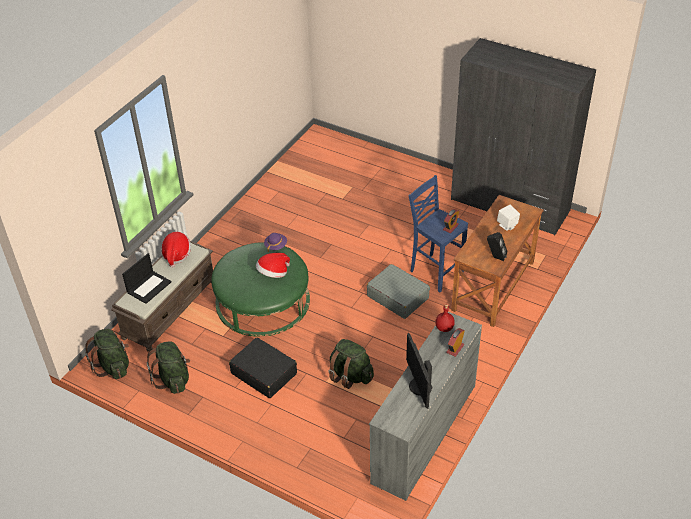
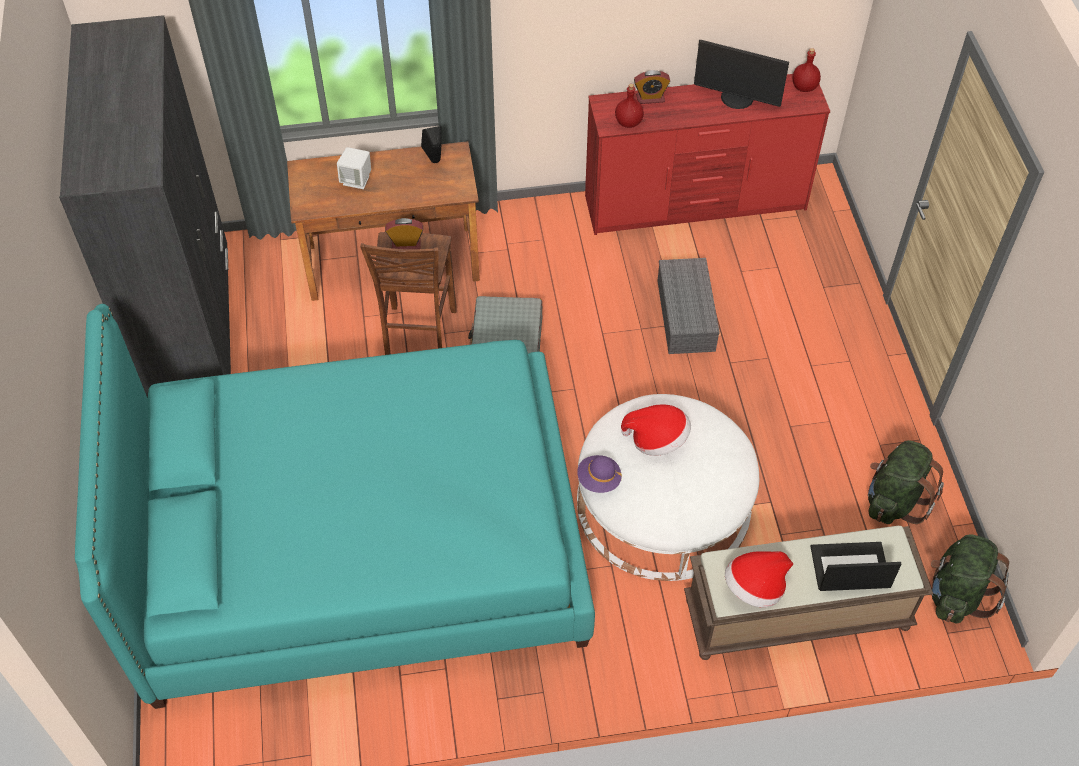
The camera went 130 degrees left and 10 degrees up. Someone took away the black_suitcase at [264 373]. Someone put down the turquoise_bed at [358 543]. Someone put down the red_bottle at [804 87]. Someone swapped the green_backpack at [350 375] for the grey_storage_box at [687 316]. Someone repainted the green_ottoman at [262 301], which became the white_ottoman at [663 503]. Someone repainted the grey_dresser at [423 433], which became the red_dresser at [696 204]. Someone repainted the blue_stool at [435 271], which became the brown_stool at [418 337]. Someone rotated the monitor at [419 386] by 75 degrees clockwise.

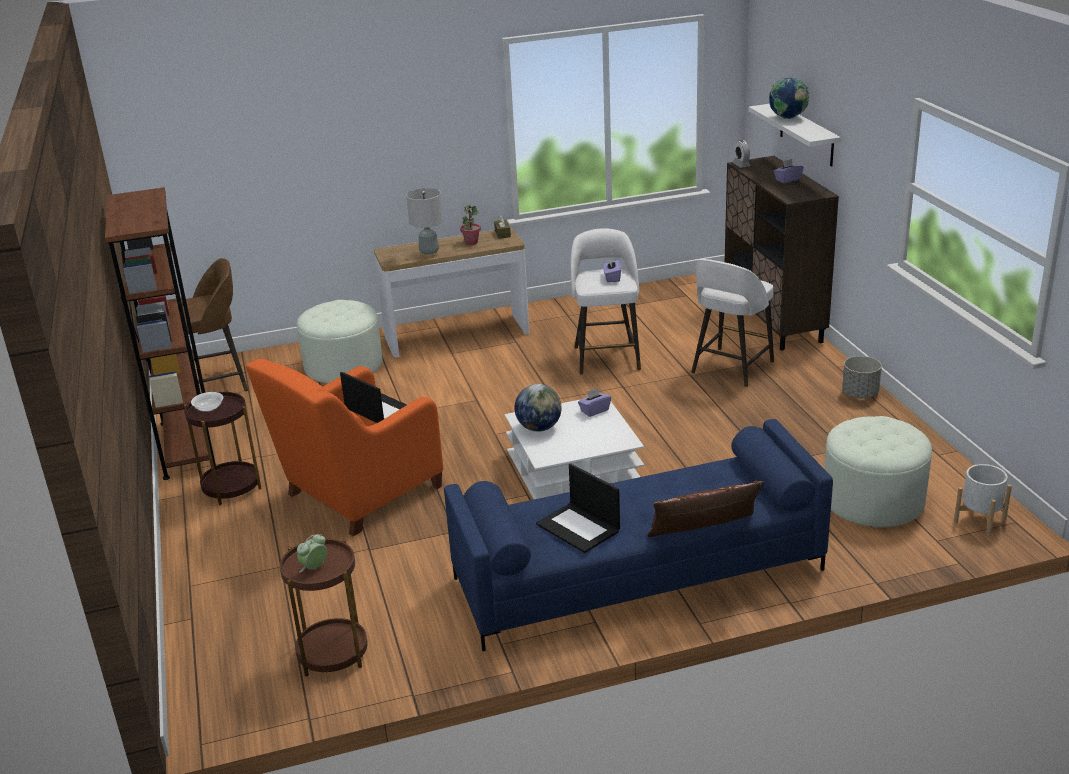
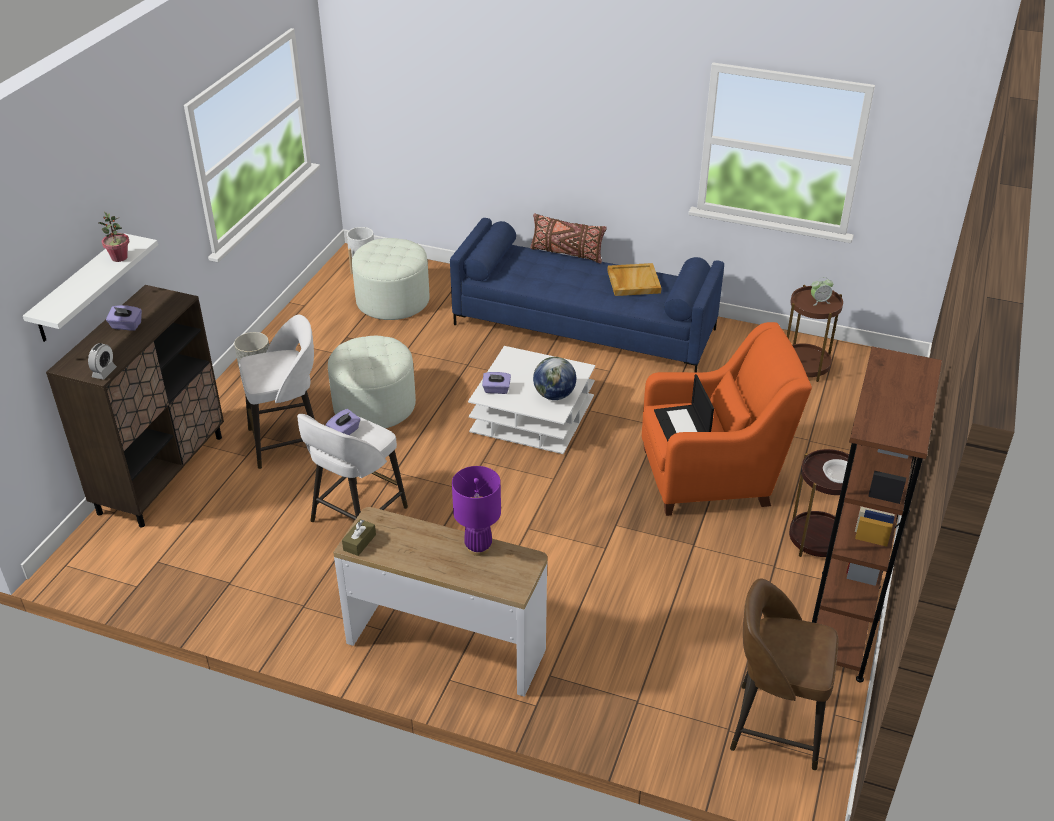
The camera went 145 degrees left and 10 degrees up. Someone took away the globe at [788 118]. Someone carried the white_ottoman from [343 366] to [374 405]. Someone carried the potted_plant from [471 242] to [119 258]. Someone swapped the laptop at [579 528] for the beige_tray at [633 281]. Someone repainted the grey_table_lamp at [429 254], which became the purple_table_lamp at [478 547].

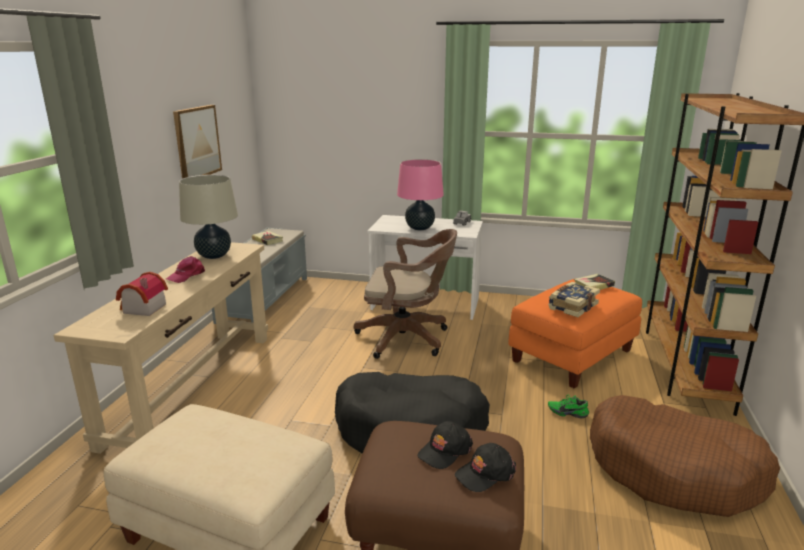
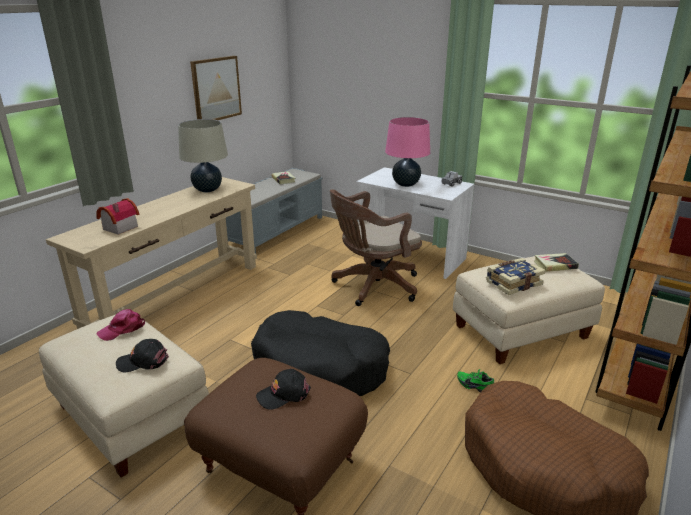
The camera went 20 degrees right and 5 degrees up. Someone carried the pink_cap from [187 275] to [122 329]. Someone carried the black_cap from [485 473] to [143 361]. Someone repainted the orange_ottoman at [571 355], which became the beige_ottoman at [521 331]. Someone rotated the brown_office_chair at [407 339] by 120 degrees clockwise.

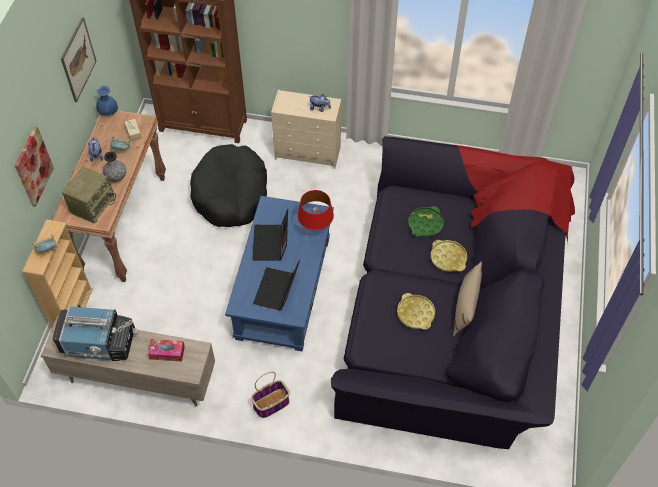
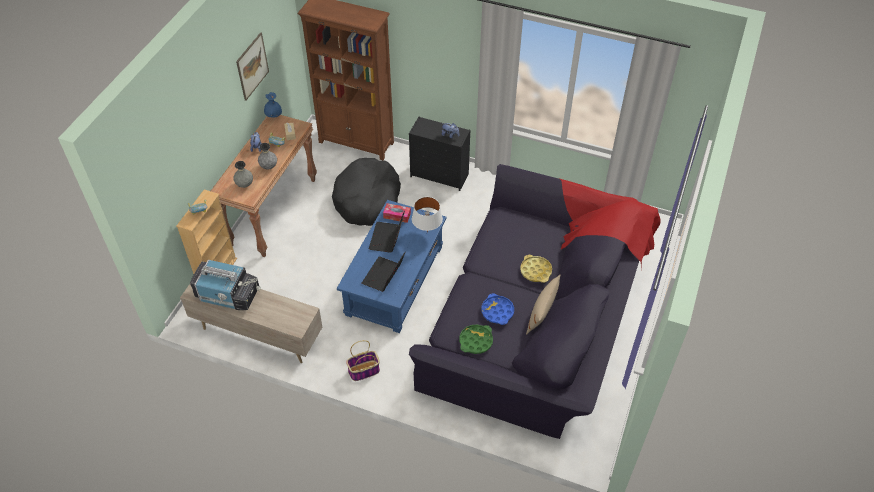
The camera went 10 degrees right and 5 degrees down. Someone took away the picture at [33 166]. Someone carried the tissue_box from [167 352] to [397 215]. Someone carried the green_tray from [425 224] to [476 341]. Someone swapped the radio at [92 205] for the grey_vase at [245 185]. Someone repainted the beige_dresser at [308 153], which became the black_dresser at [440 175]. Someone repainted the red_table_lamp at [315 229], which became the white_table_lamp at [427 232]. Someone repainted the yellow_tray at [415 313], which became the blue_tray at [497 311].

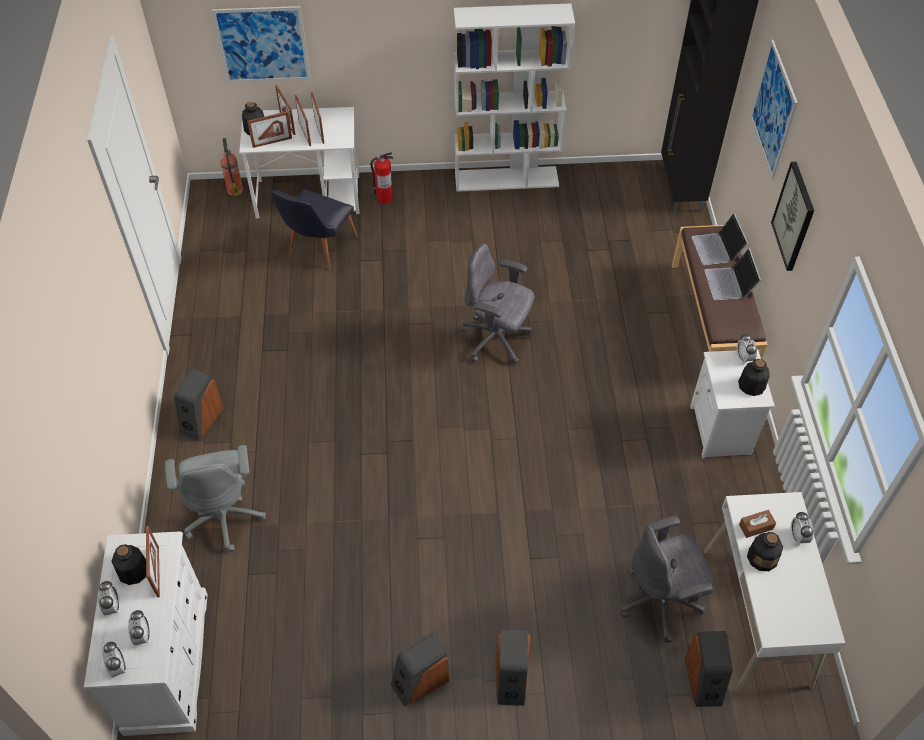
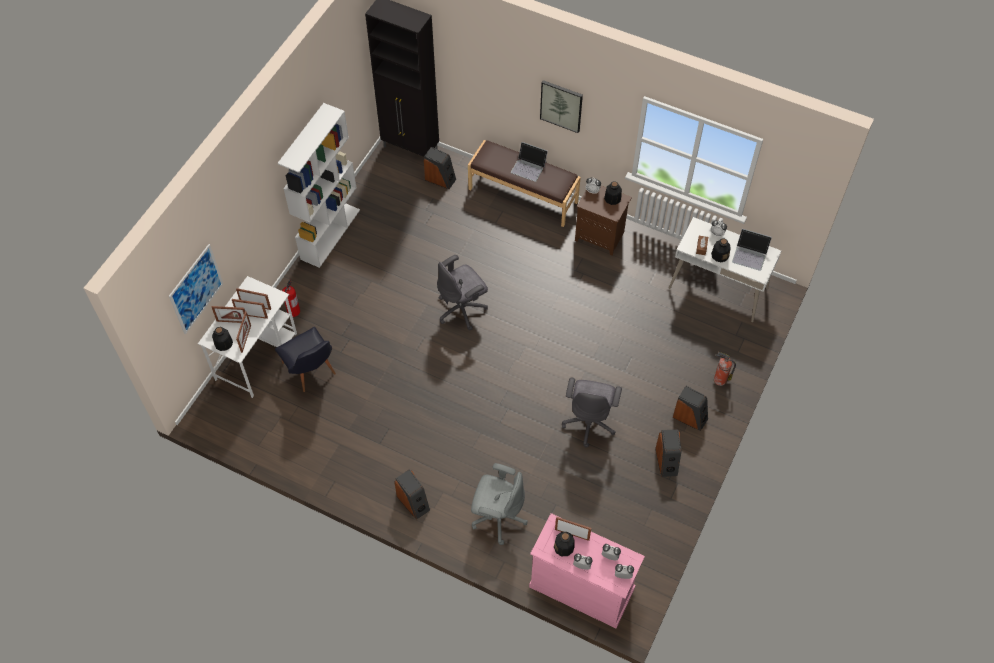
The camera went 60 degrees left and 5 degrees up. Someone took away the picture at [773 110]. Someone carried the fire_extinguisher from [235 189] to [719 379]. Someone carried the grey_office_chair from [661 601] to [589 422]. Someone carried the speaker from [704 680] to [440 179]. Someone carried the laptop from [717 248] to [750 255]. Someone repainted the white_dresser at [167 661], which became the pink_dresser at [581 587]. Someone repainted the white_nightstand at [721 431], which became the brown_nightstand at [601 236].

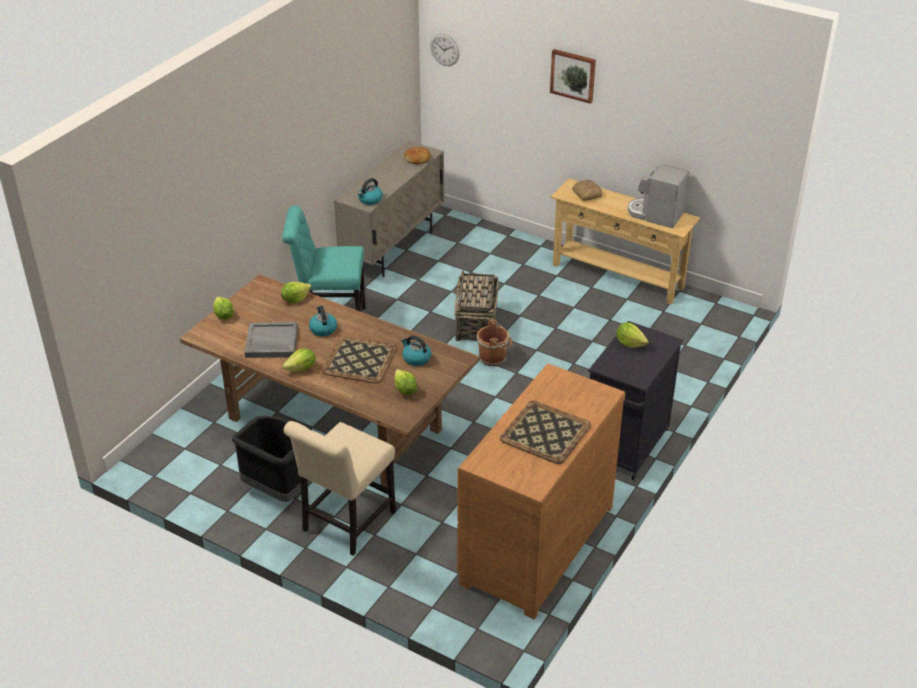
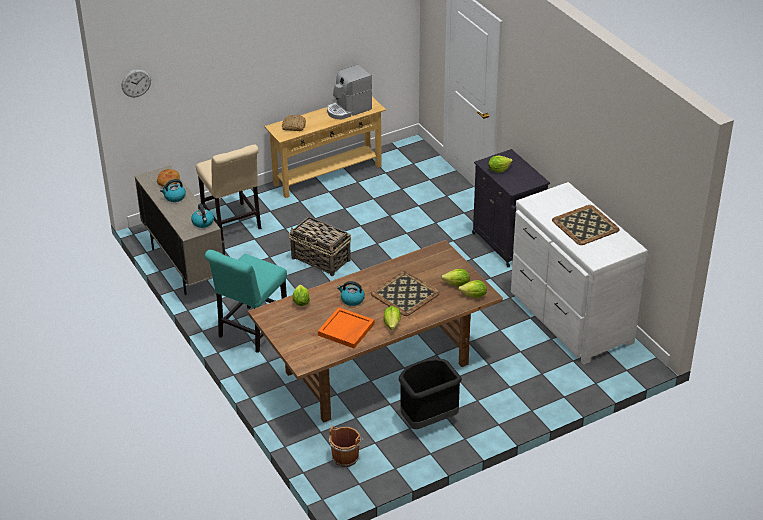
The camera went 60 degrees left and 0 degrees up. Someone took away the picture at [573 75]. Someone carried the lettuce from [223 315] to [474 296]. Someone carried the beige_chair from [345 524] to [233 224]. Someone carried the kettle from [416 358] to [174 197]. Someone carried the brown_bucket from [494 358] to [346 456]. Someone repainted the grey_tray at [271 342], which became the orange_tray at [346 330]. Someone repainted the brown_dresser at [534 543], which became the white_dresser at [569 318].

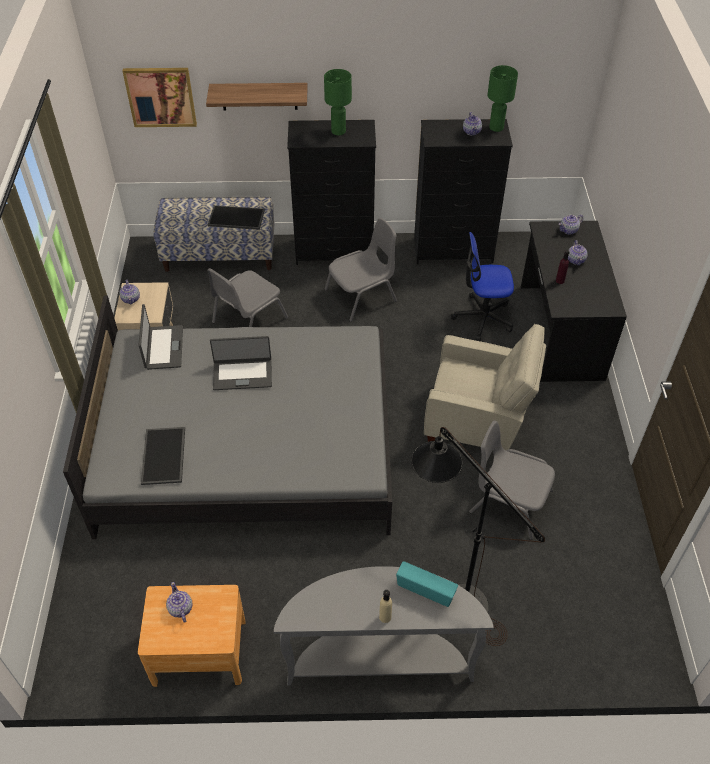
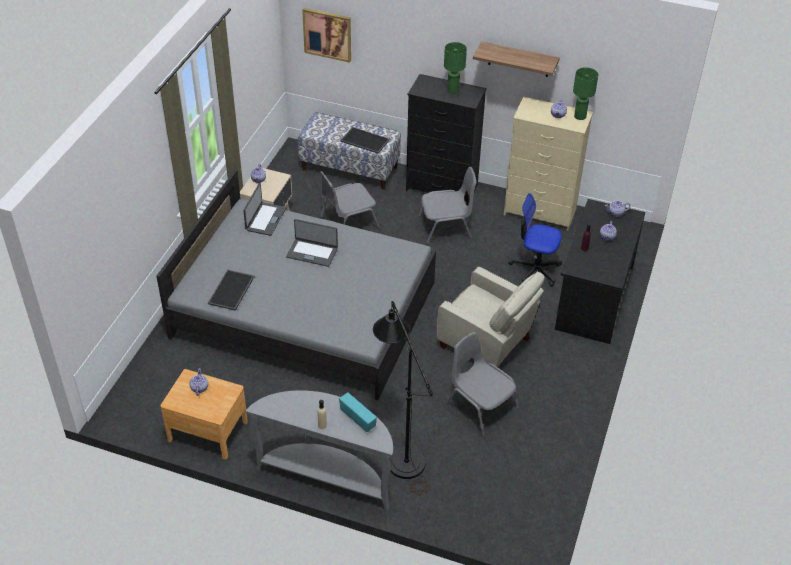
The camera went 20 degrees right and 5 degrees down. Someone carried the shelf from [259 96] to [519 59]. Someone repainted the black_dresser at [454 250], which became the beige_dresser at [540 212].

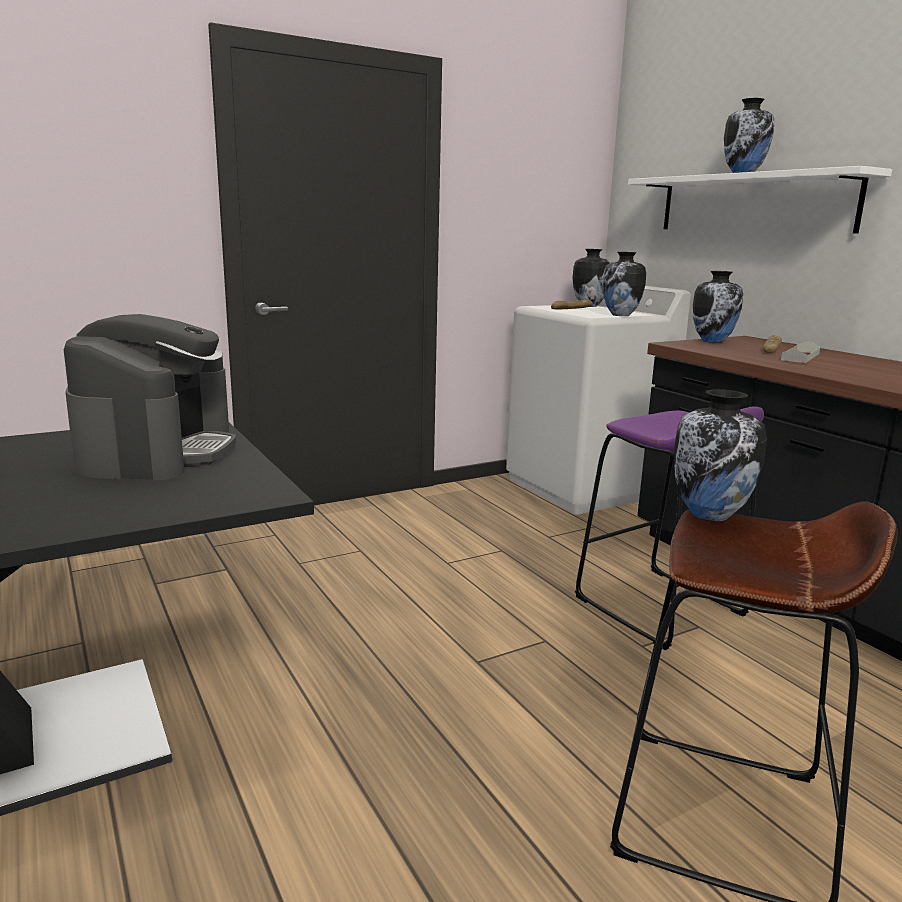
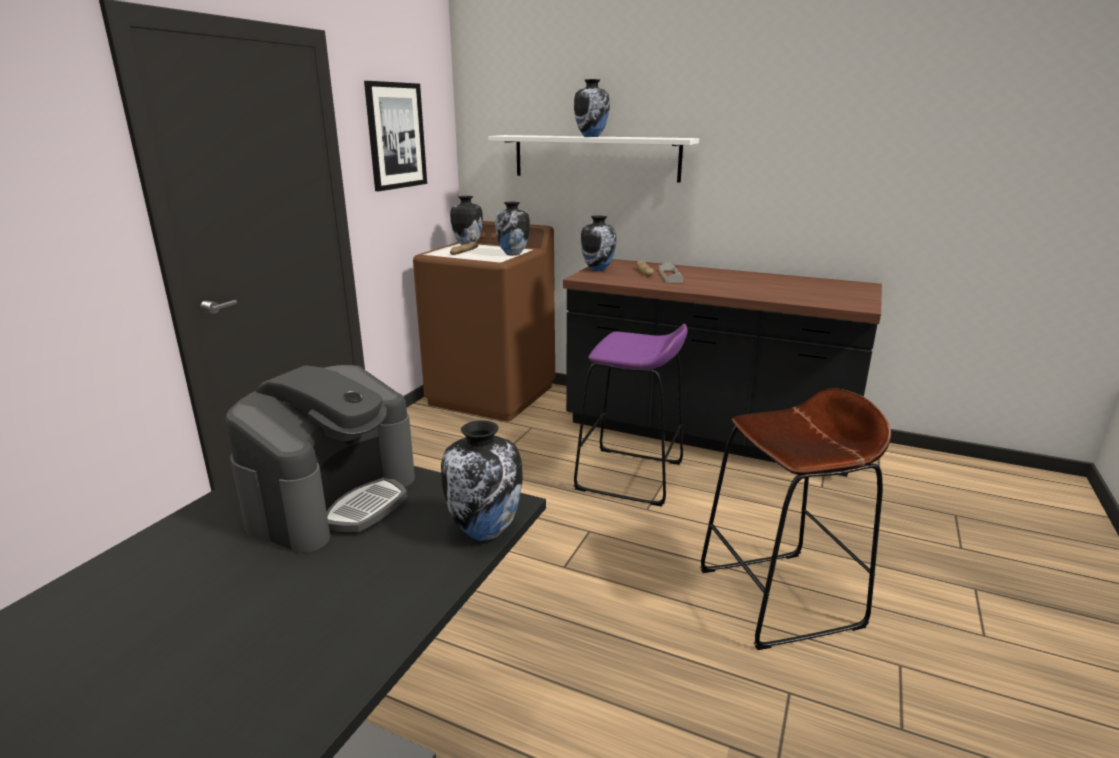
The camera went 35 degrees left and 5 degrees up. Someone put up the picture at [396 136]. Someone carried the vase from [710 515] to [485 532]. Someone repainted the white_washing_machine at [585 487], which became the brown_washing_machine at [492 395]. Someone rotated the coffee_machine at [159 452] by 60 degrees clockwise.

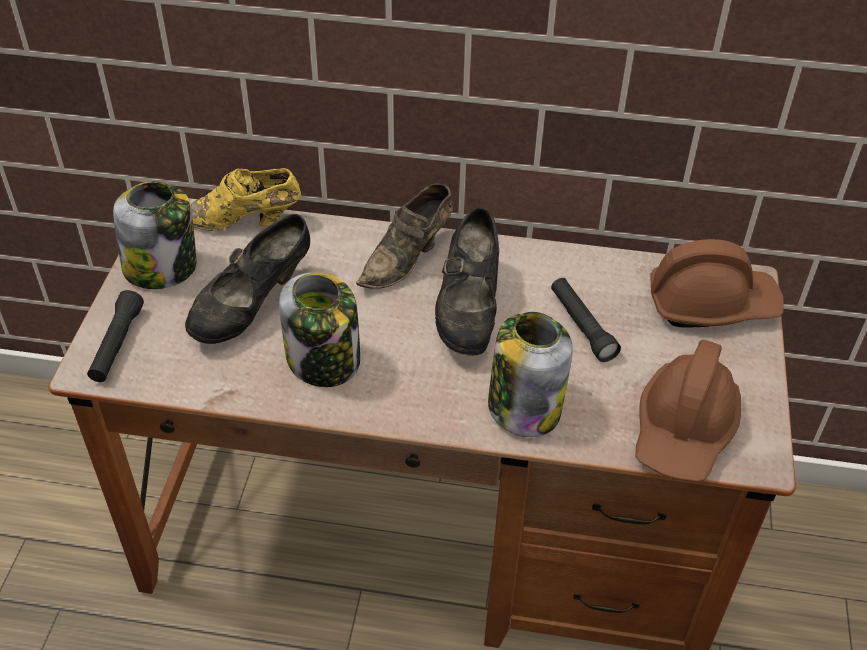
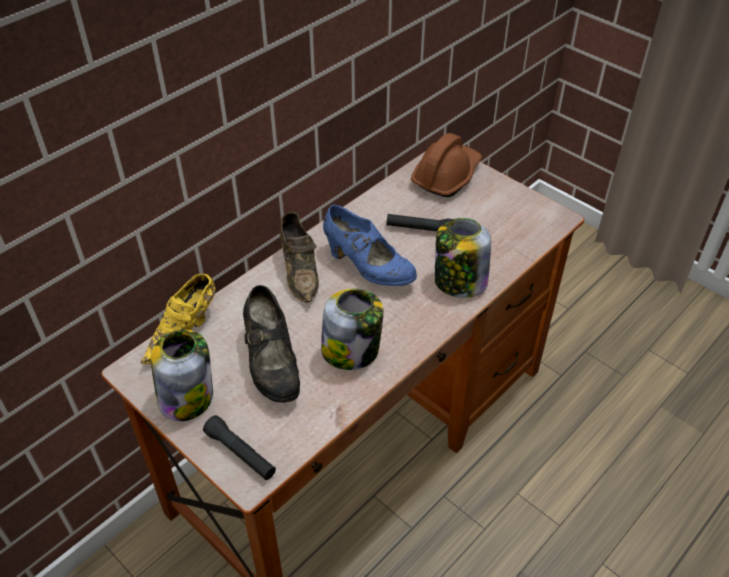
The camera went 55 degrees left and 0 degrees up. Someone took away the brown_hard_hat at [684 430]. Someone repainted the black_shoe at [468 311], which became the blue_shoe at [368 268].

